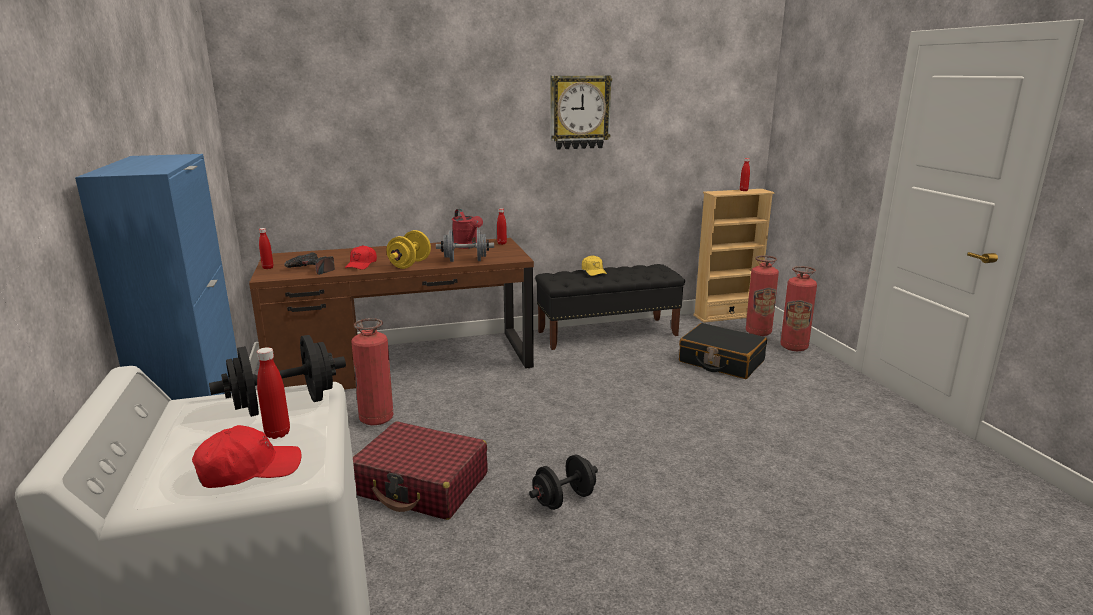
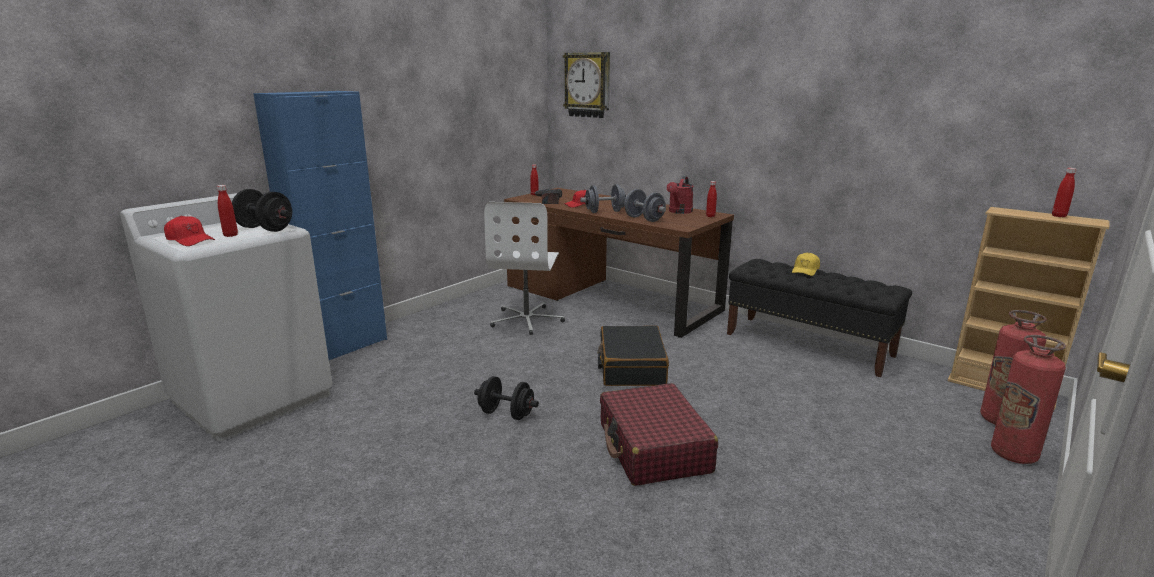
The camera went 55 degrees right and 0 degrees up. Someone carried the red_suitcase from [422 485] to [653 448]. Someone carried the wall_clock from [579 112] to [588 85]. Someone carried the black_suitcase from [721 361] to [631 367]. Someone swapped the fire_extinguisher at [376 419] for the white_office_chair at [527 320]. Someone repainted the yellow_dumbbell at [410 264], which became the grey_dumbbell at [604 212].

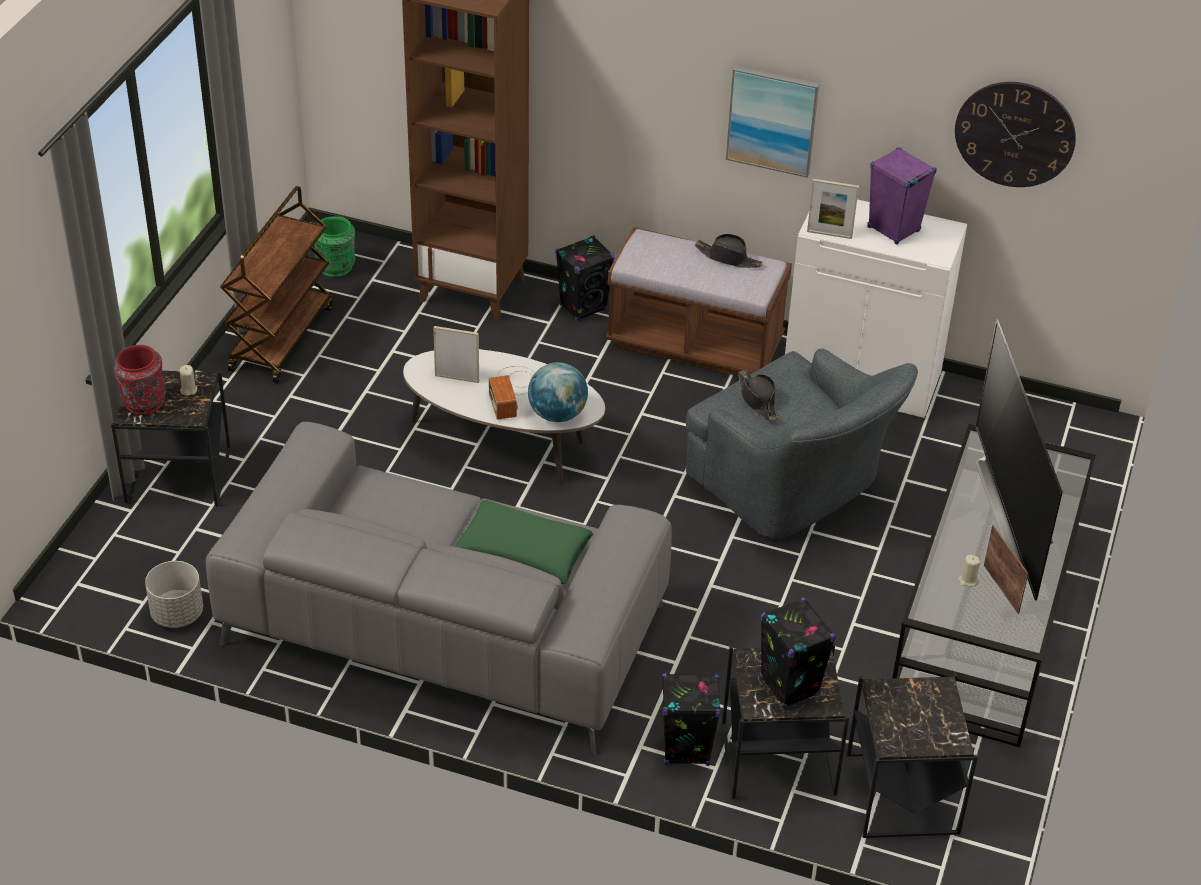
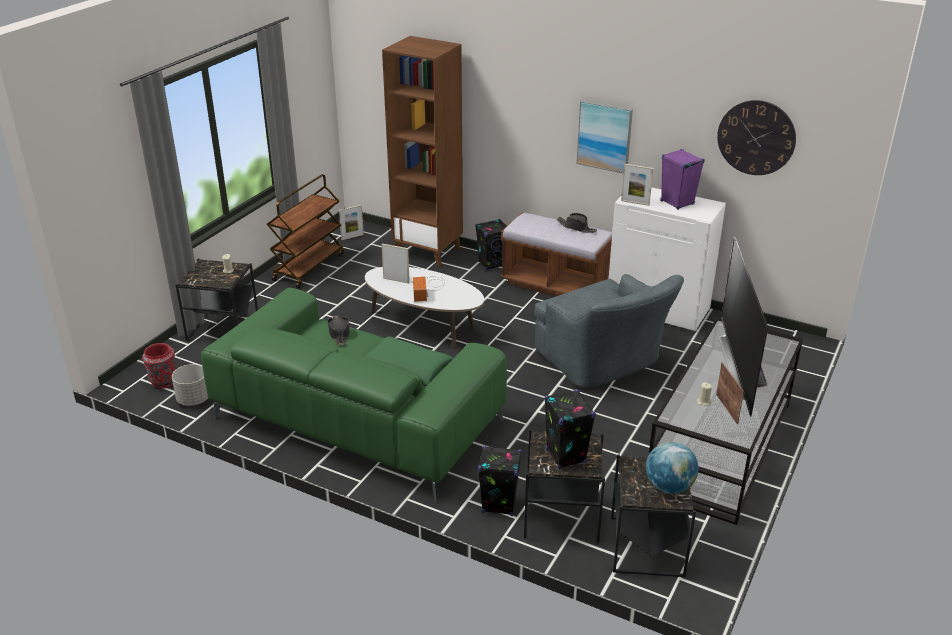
The camera went 10 degrees right and 10 degrees down. Someone carried the red_vase from [143 403] to [163 381]. Someone carried the globe from [557 414] to [669 487]. Someone carried the black_hat from [757 400] to [339 333]. Someone swapped the green_vase at [336 267] for the picture_frame at [352 237]. Someone repainted the grey_sofa at [443 625], which became the green_sofa at [357 419].

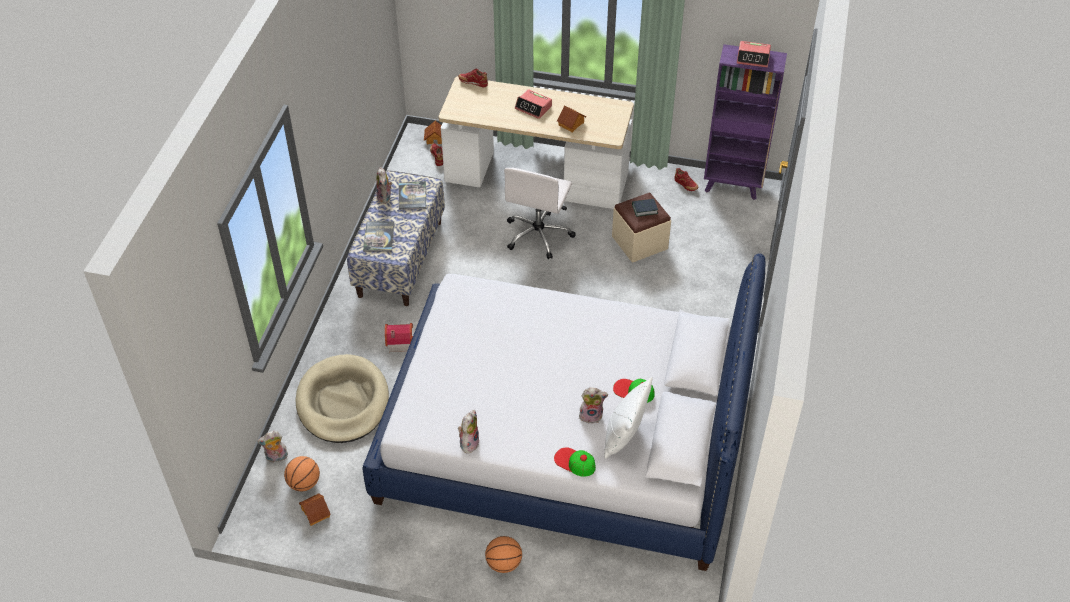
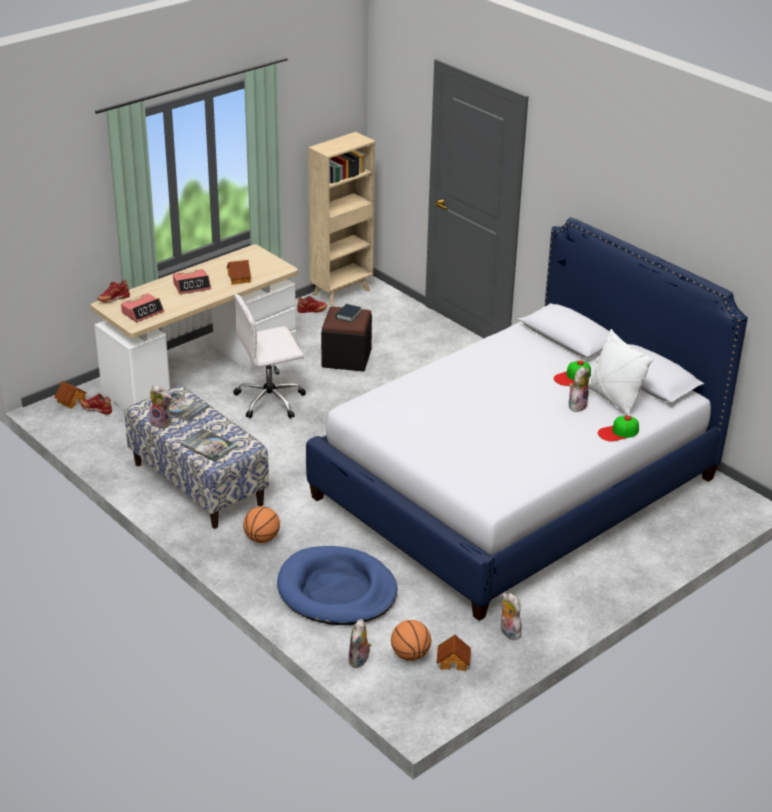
The camera went 55 degrees left and 15 degrees down. Someone took away the toy_house at [399 342]. Someone carried the plush_toy from [468 442] to [508 632]. Someone carried the basketball from [504 563] to [262 539]. Someone carried the alarm_clock from [753 58] to [143 312]. Someone repainted the beige_dog_bed at [343 402], which became the blue_dog_bed at [336 591]. Someone repainted the beige_ottoman at [639 242], which became the black_ottoman at [346 358]. Someone repainted the purple_bookcase at [733 186], which became the beige_bookcase at [342 292]. Someone rotated the white_office_chair at [538 235] by 105 degrees clockwise.

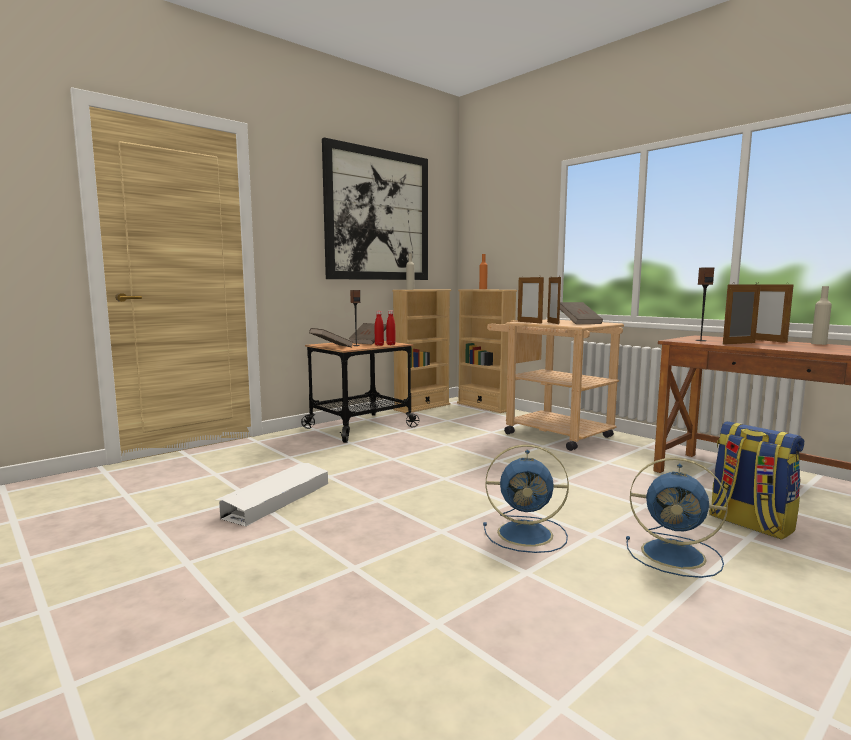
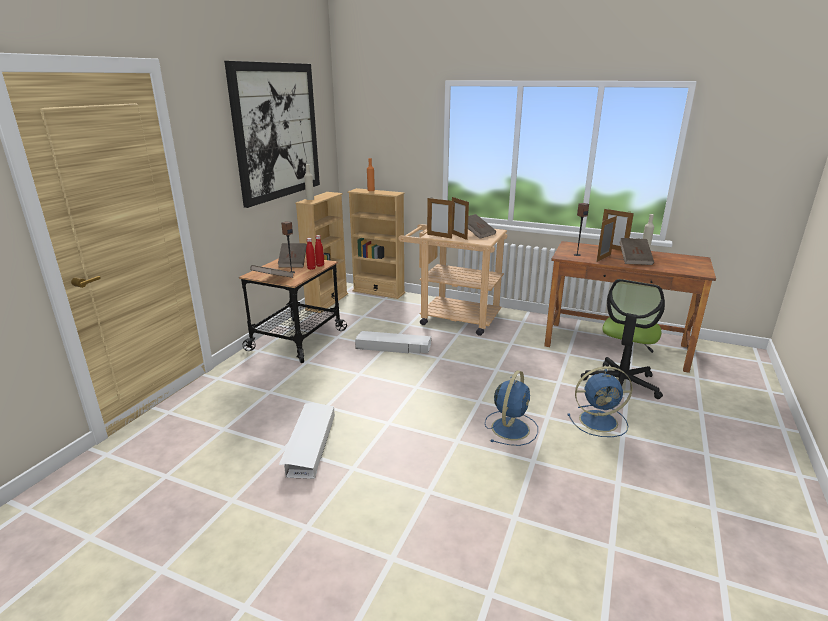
The camera went 25 degrees left and 15 degrees up. Someone put down the white_storage_box at [393 347]. Someone put down the brown_book at [635 260]. Someone swapped the backpack at [749 524] for the office_chair at [621 384]. Someone rotated the blue_fan at [527 534] by 45 degrees counterclockwise.

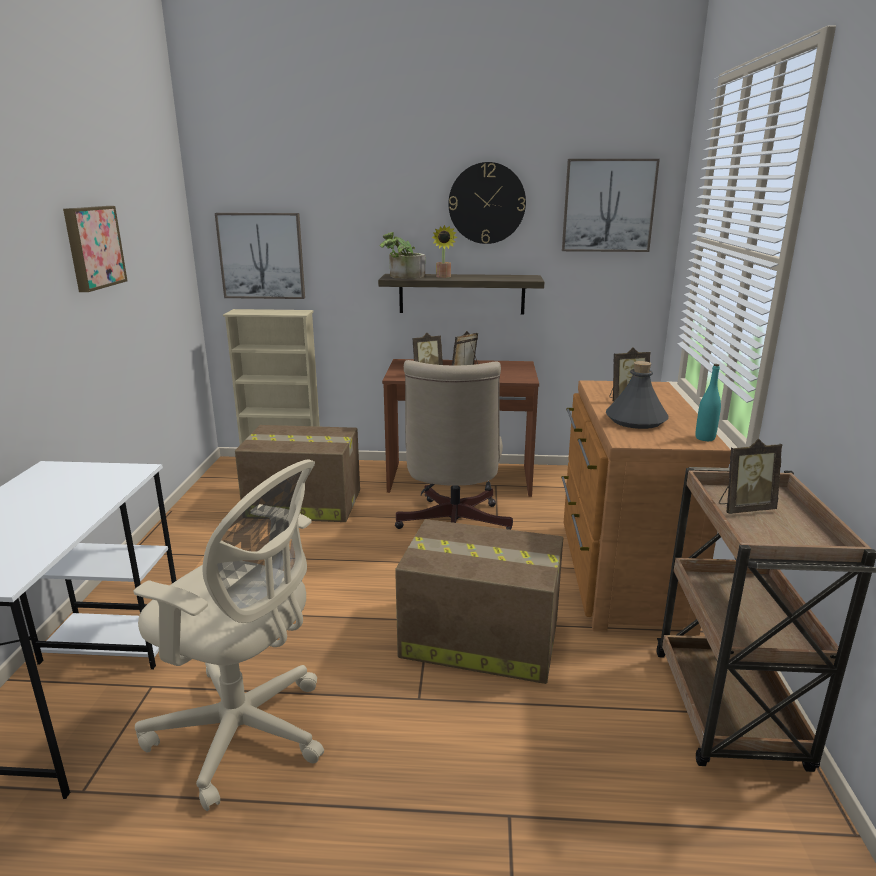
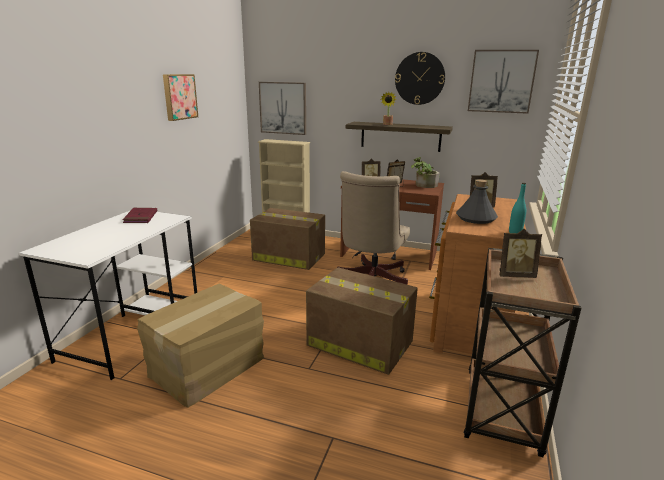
The camera went 15 degrees right and 0 degrees up. Someone put down the red_book at [141 217]. Someone carried the potted_plant from [402 277] to [423 185]. Someone swapped the beige_office_chair at [245 733] for the cardboard_box at [208 367].

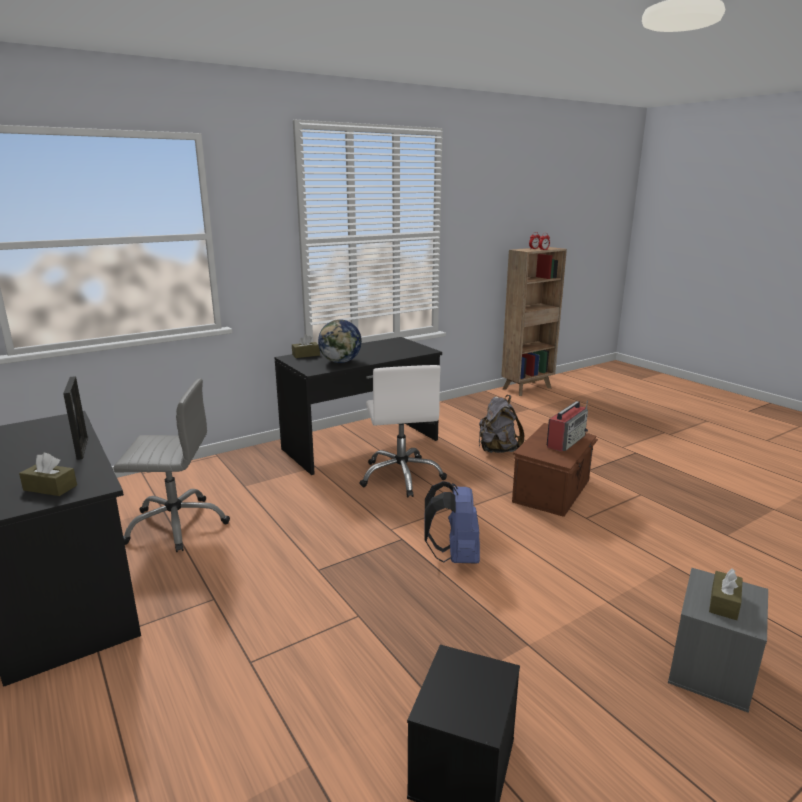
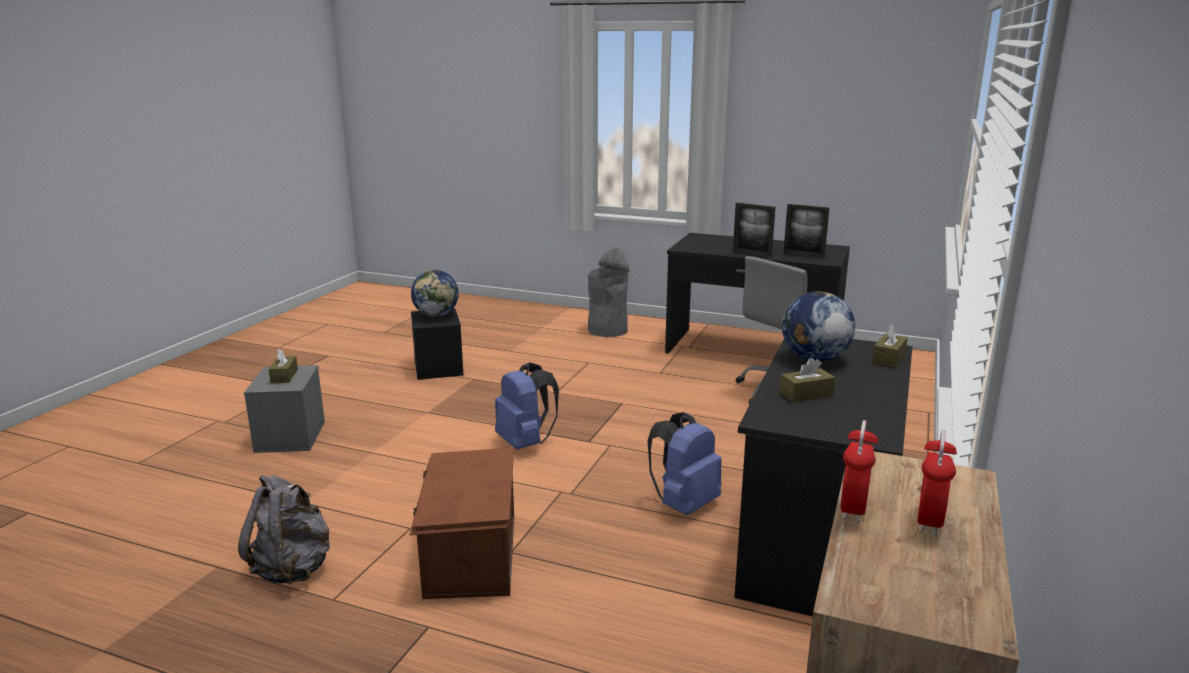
The camera went 145 degrees right and 0 degrees up. Someone took away the radio at [566 441]. Someone put down the globe at [436 315]. Someone put down the grey_trash_can at [607 330]. Someone put down the picture_frame at [803 256]. Someone carried the brown_tissue_box from [50 488] to [806 394]. Someone carried the grey_backpack from [497 450] to [293 568]. Someone swapped the white_office_chair at [402 476] for the blue_backpack at [684 504].

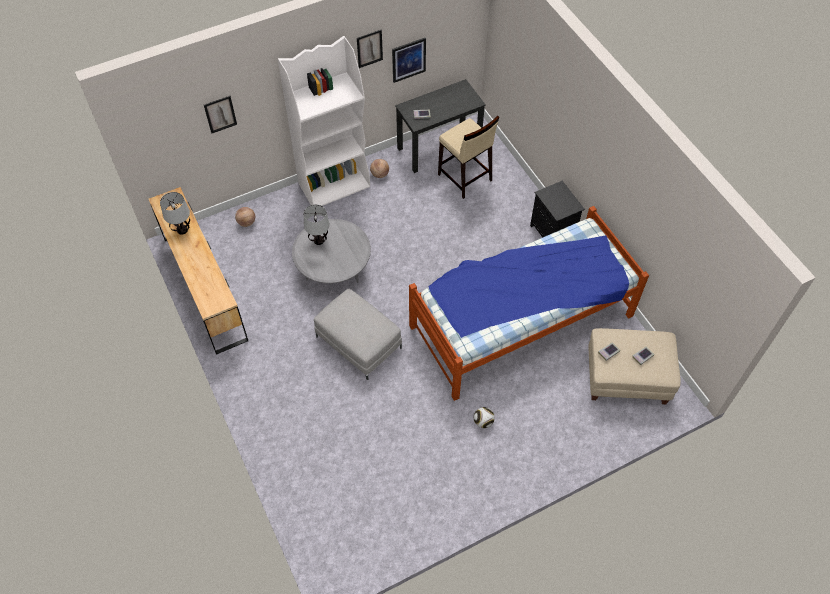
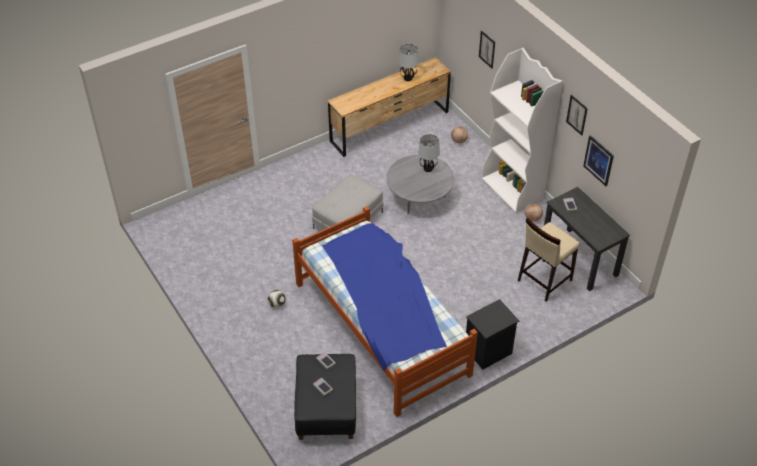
The camera went 85 degrees right and 10 degrees down. Someone repainted the beige_ottoman at [626 377], which became the black_ottoman at [326 409].

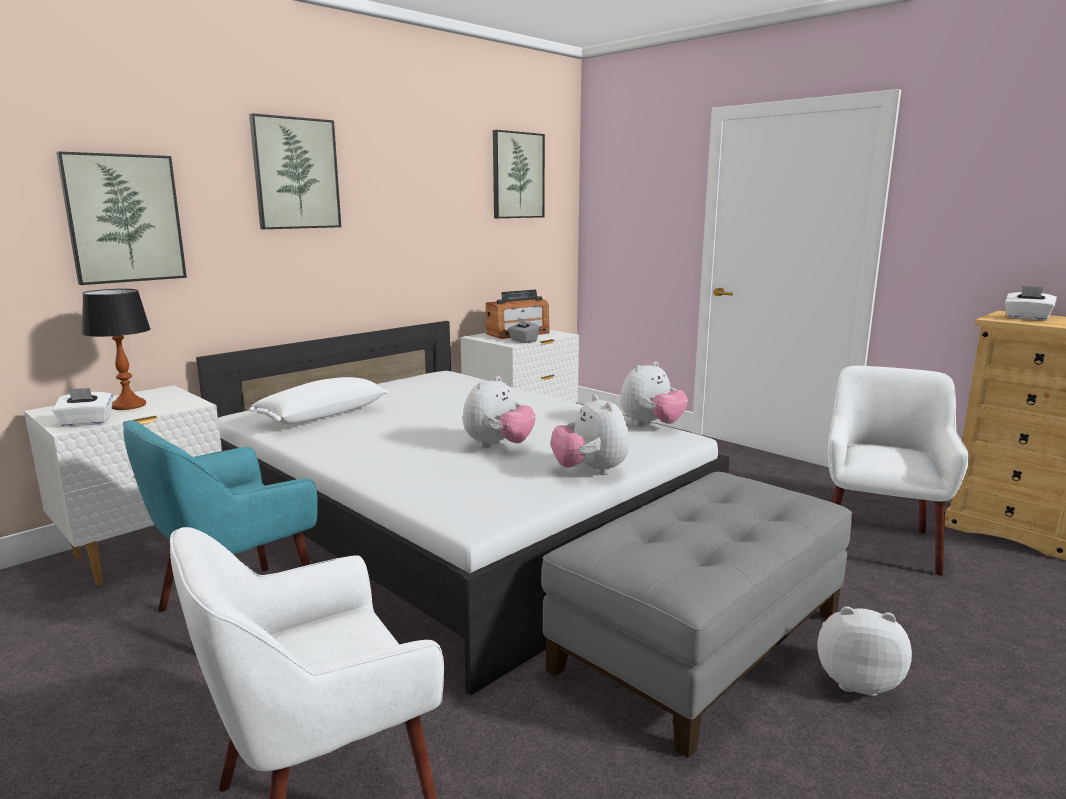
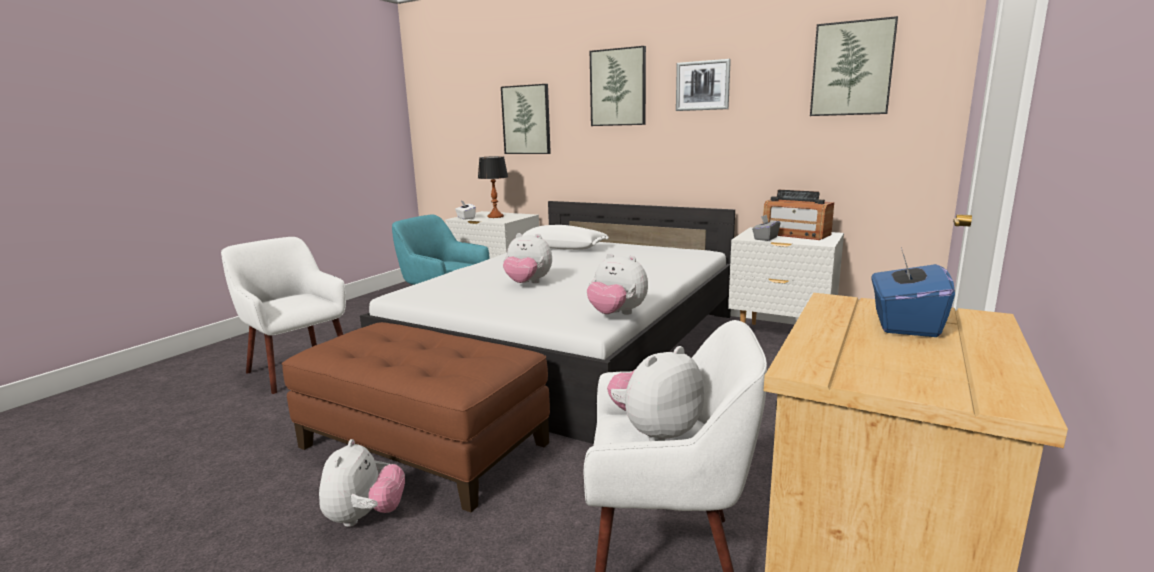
The camera went 75 degrees right and 0 degrees up. Someone put up the picture at [702 85]. Someone carried the plush_toy from [590 471] to [655 431]. Someone repainted the grey_ottoman at [698 640], which became the brown_ottoman at [424 444]. Someone repainted the white_tissue_box at [1027 318], which became the blue_tissue_box at [903 323].

